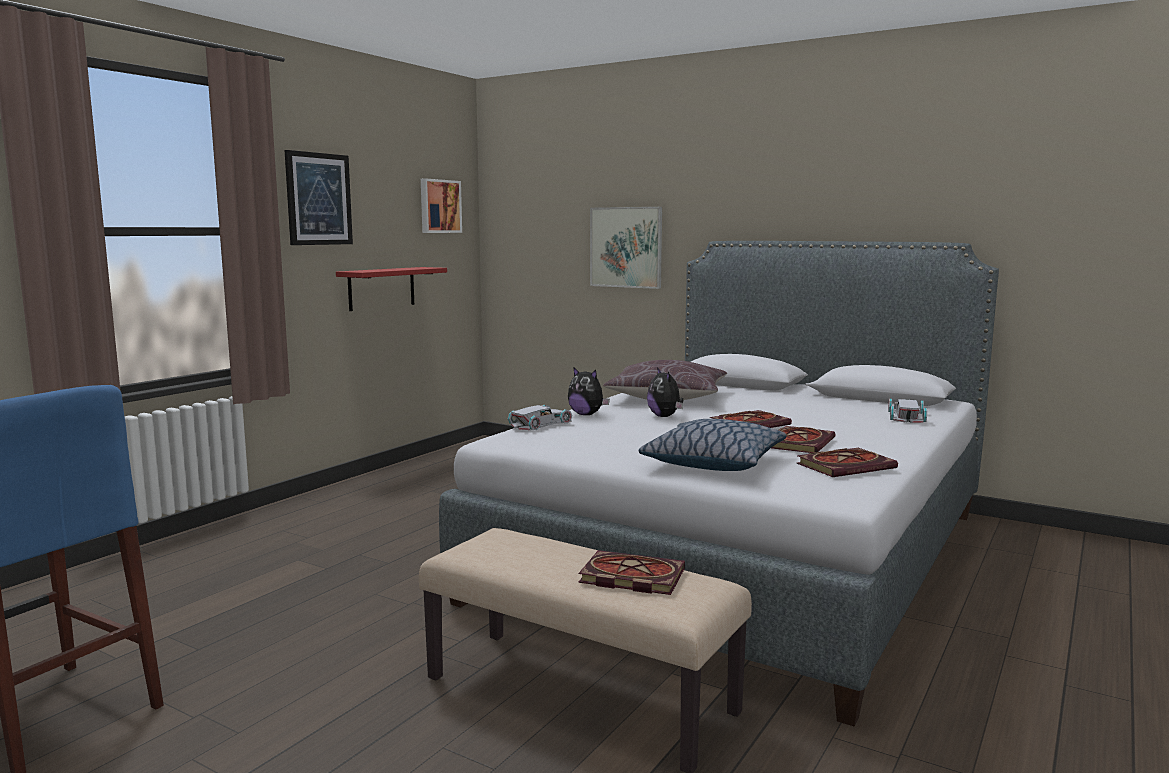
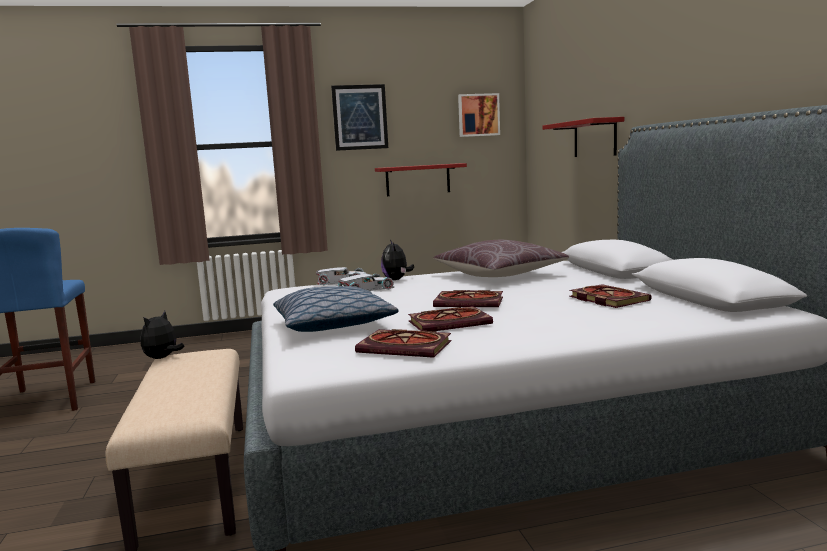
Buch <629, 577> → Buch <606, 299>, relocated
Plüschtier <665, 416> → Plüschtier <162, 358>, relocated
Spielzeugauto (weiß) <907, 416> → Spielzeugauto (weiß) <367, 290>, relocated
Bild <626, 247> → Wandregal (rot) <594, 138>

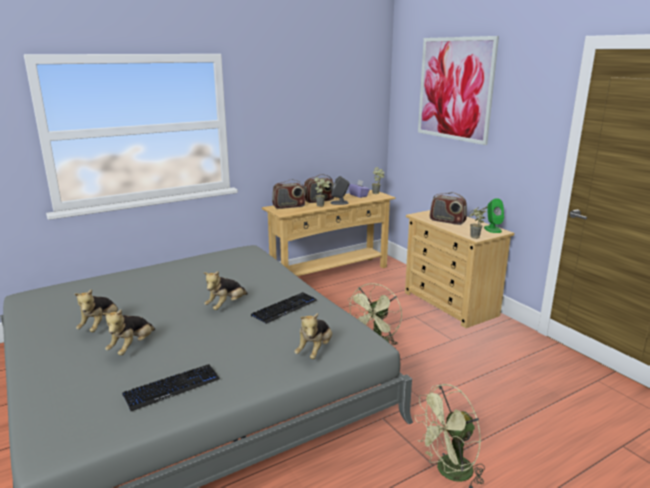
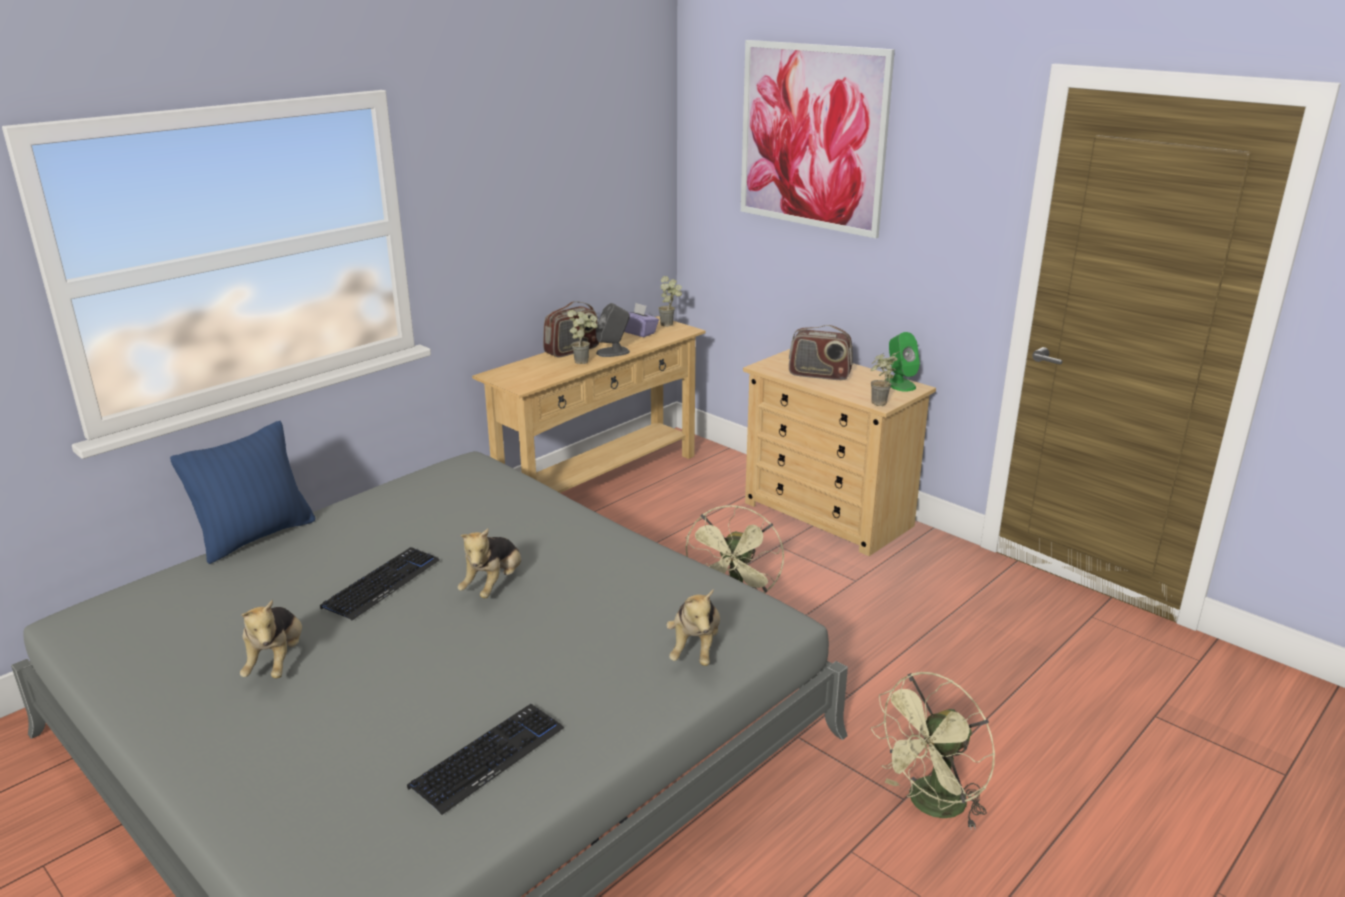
Plüschtier <132, 347> → -
Radio <289, 206> → -
- → Kissen (blau) <256, 536>
Tastatur <285, 308> → Tastatur <382, 584>, relocated

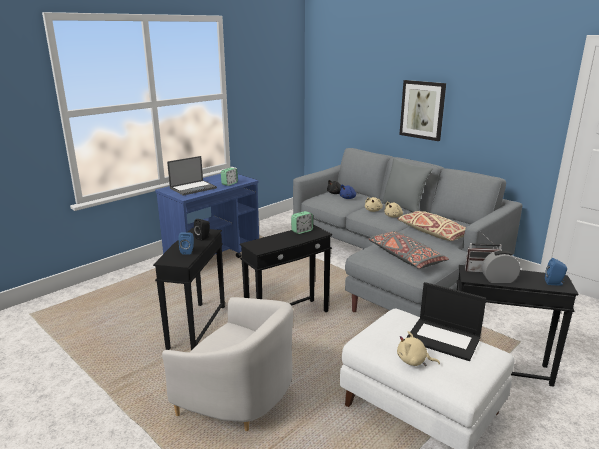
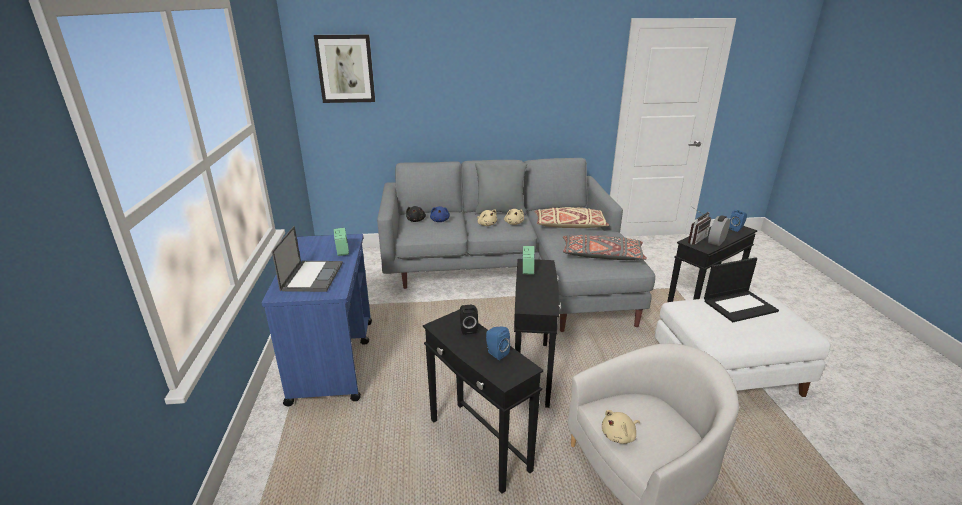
Plüschtier (beige) <414, 361> → Plüschtier (beige) <619, 435>, relocated
Bild <422, 110> → Bild <345, 69>, relocated

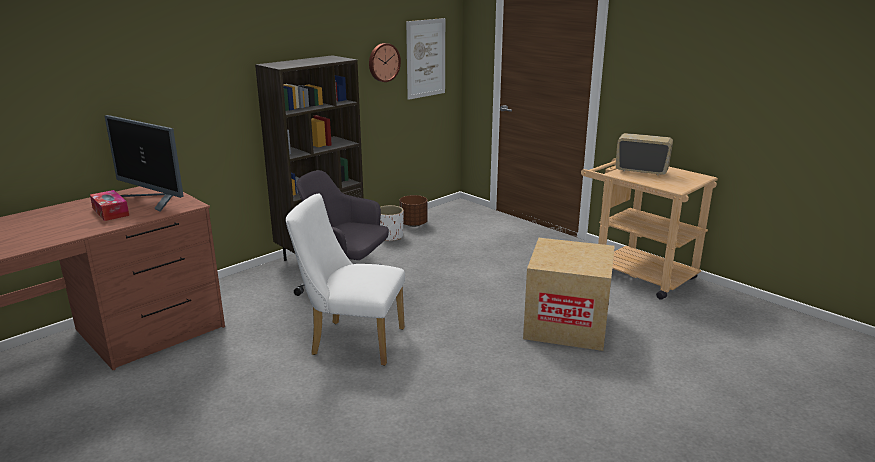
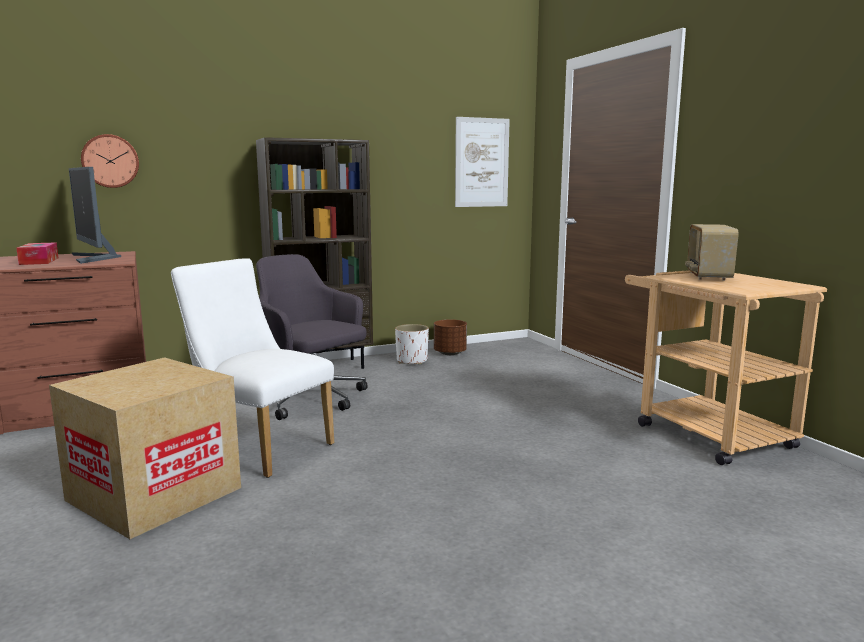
Wanduhr <383, 62> → Wanduhr <110, 161>, relocated
Karton <566, 325> → Karton <154, 494>, relocated
Radio <641, 171> → Radio <707, 276>, 120 degrees counterclockwise

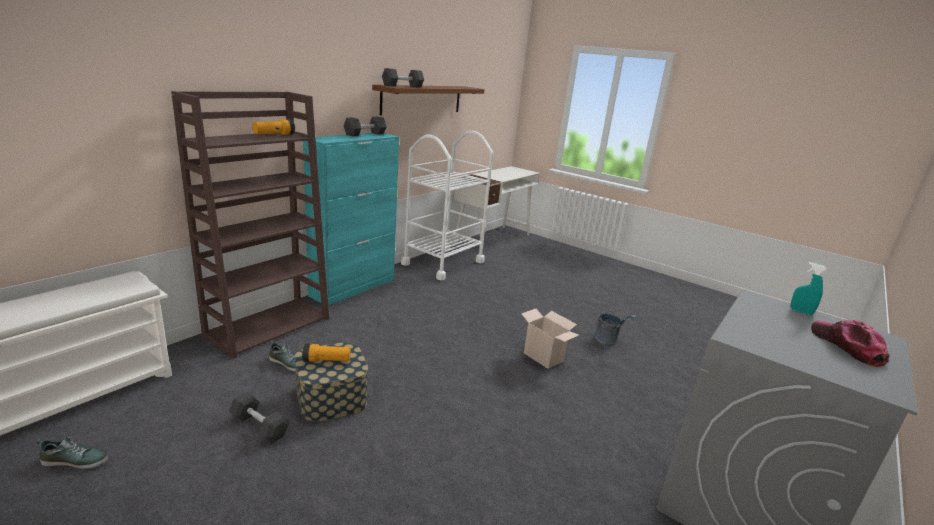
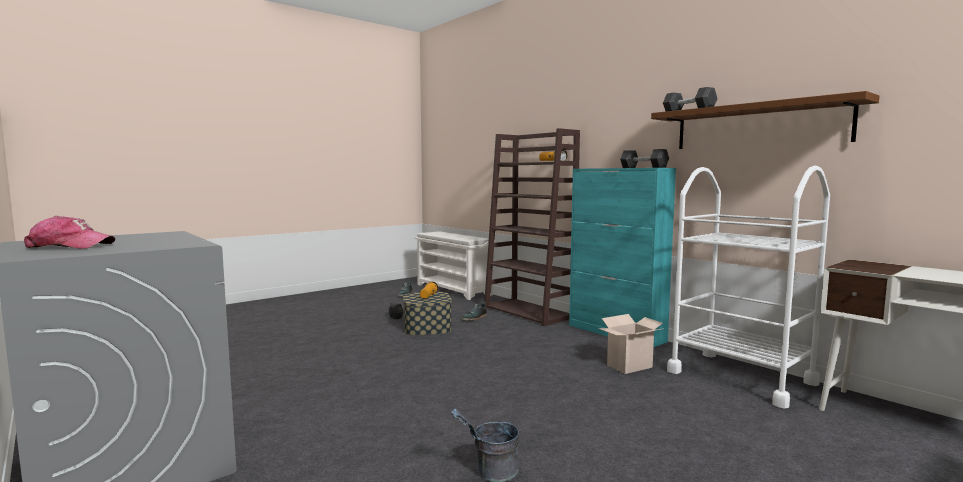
Sprühflasche (türkis) <801, 311> → -
Karton <545, 357> → Karton <629, 367>, relocated

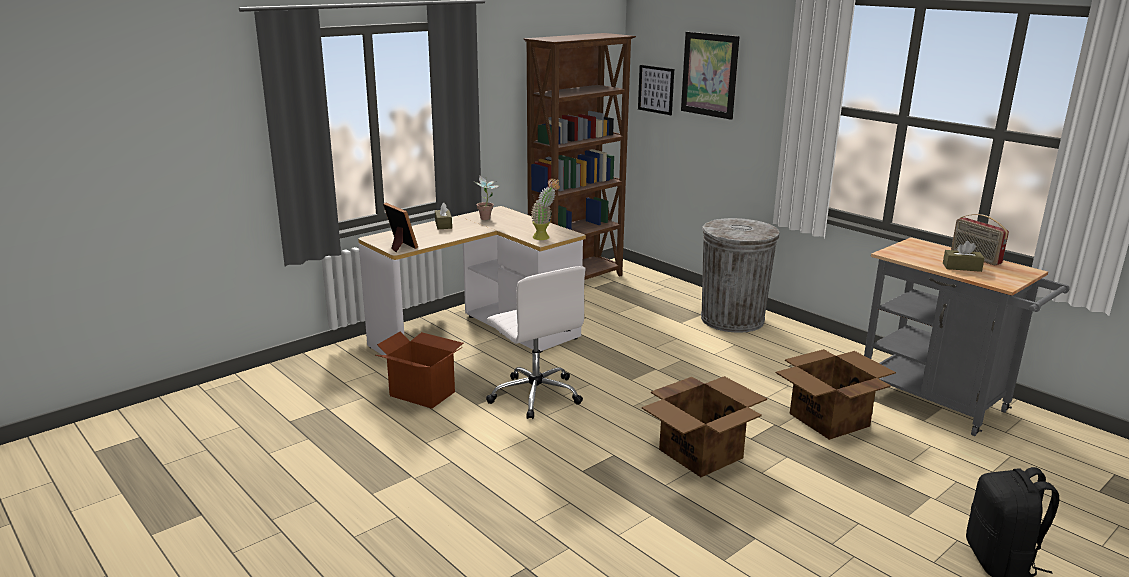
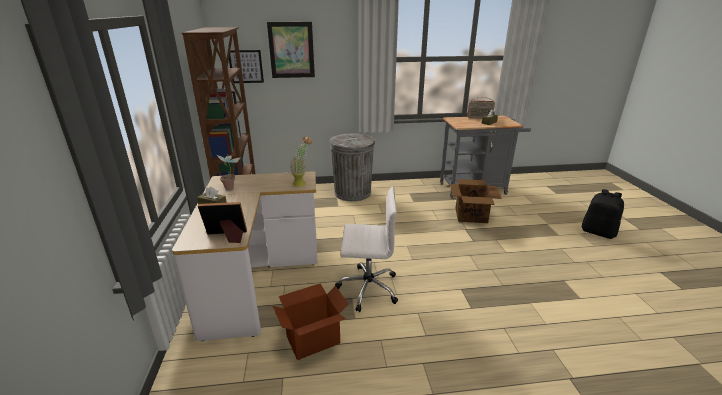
Karton <702, 453> → -

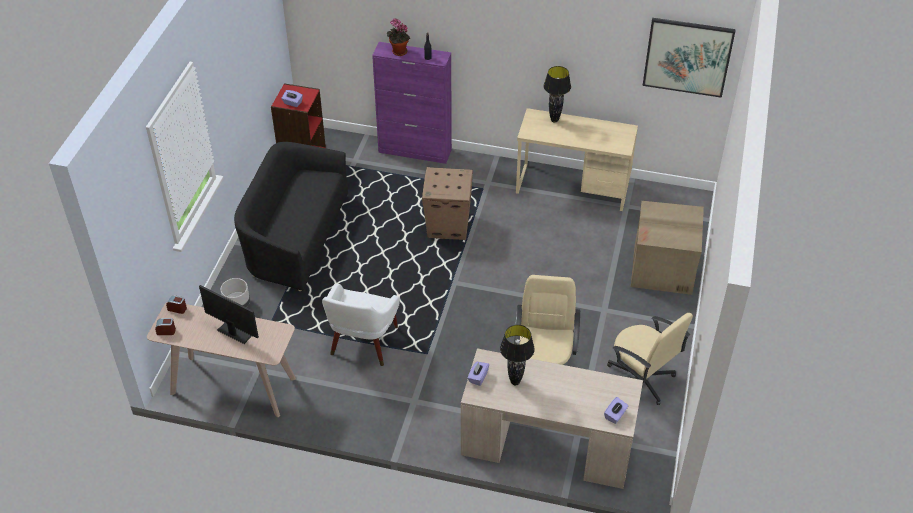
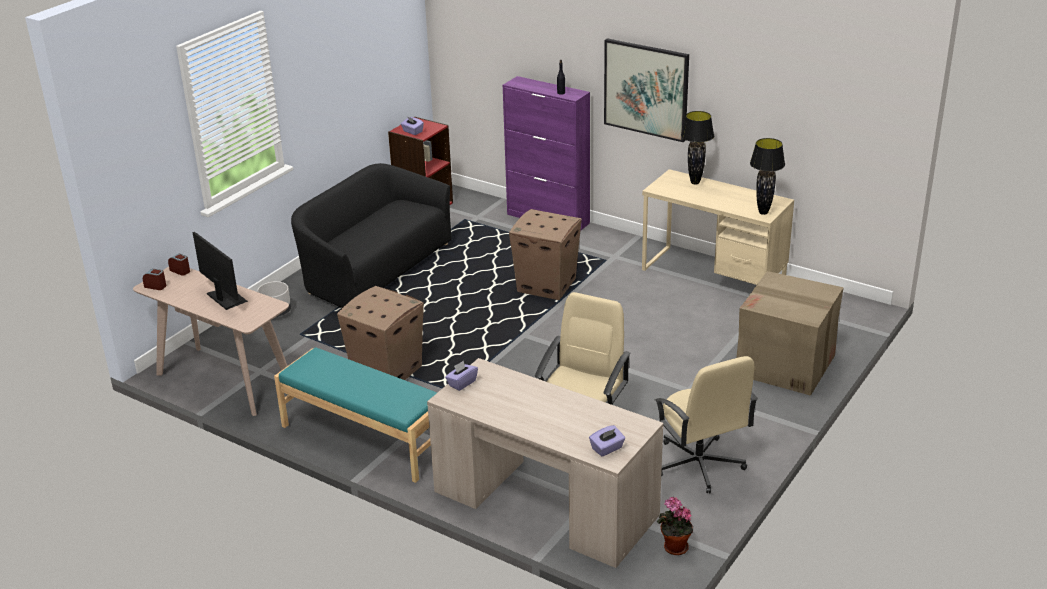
- → Bank (türkis) <364, 439>
Topfpflanze <398, 52> → Topfpflanze <673, 548>, relocated
Tischlampe (schwarz) <515, 382> → Tischlampe (schwarz) <763, 212>, relocated
Bild <687, 57> → Bild <646, 89>, relocated
Sessel (weiß) <362, 345> → Karton <386, 370>

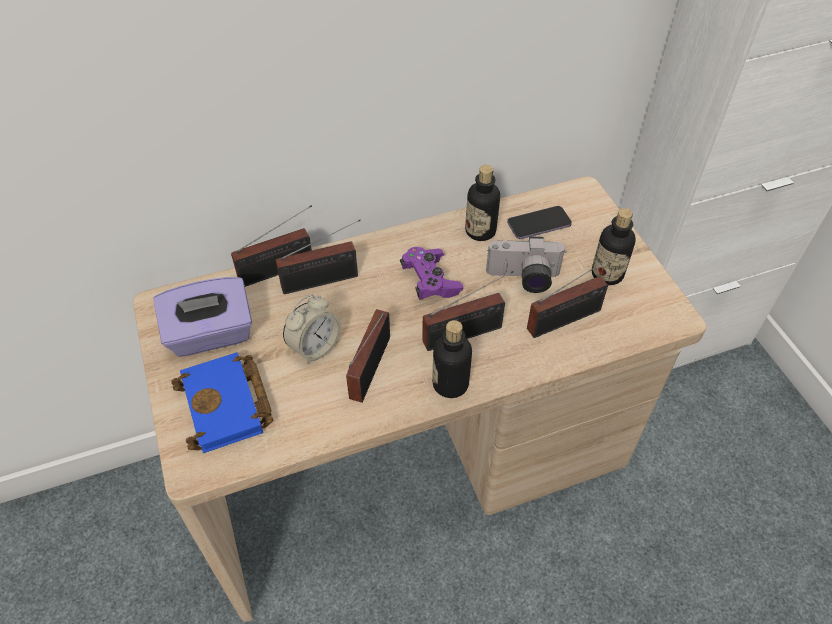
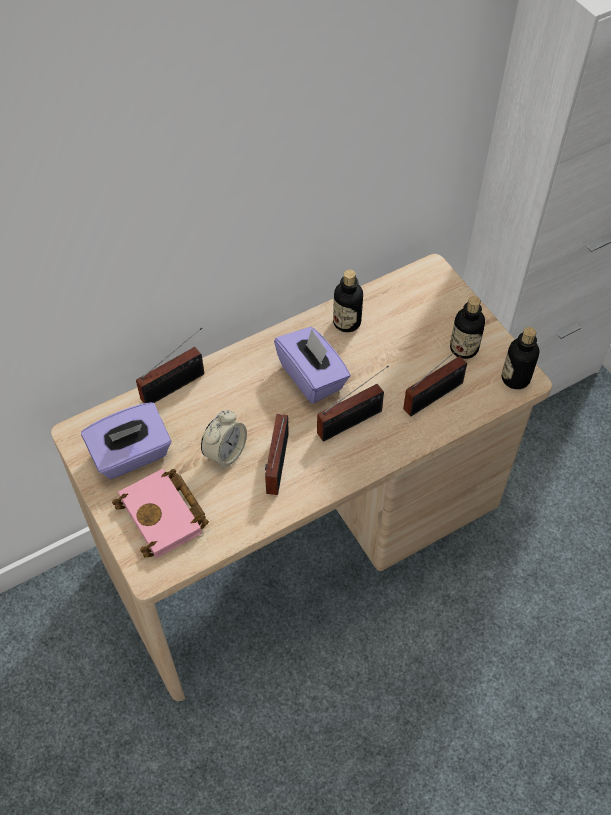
Radio <324, 280> → -
Kamera <523, 279> → -
Handy <539, 224> → -
Flasche <450, 384> → Flasche <515, 378>, relocated
Gamepad (lila) <430, 281> → Taschentuchbox (lila) <312, 377>
Buch (blau) <228, 407> → Buch (rosa) <165, 516>

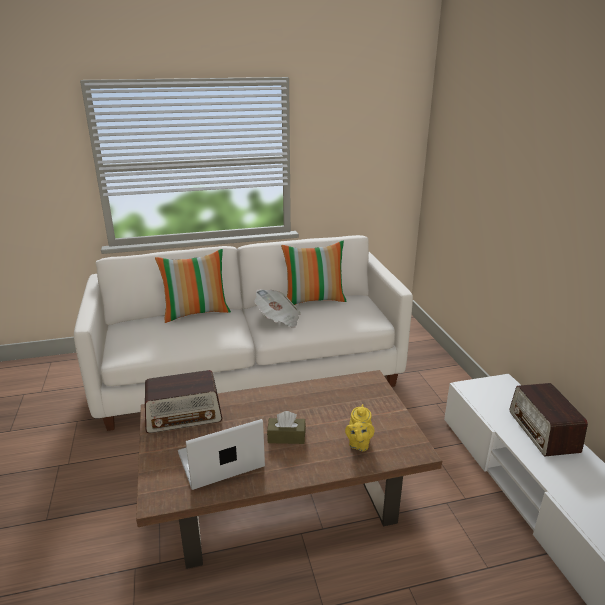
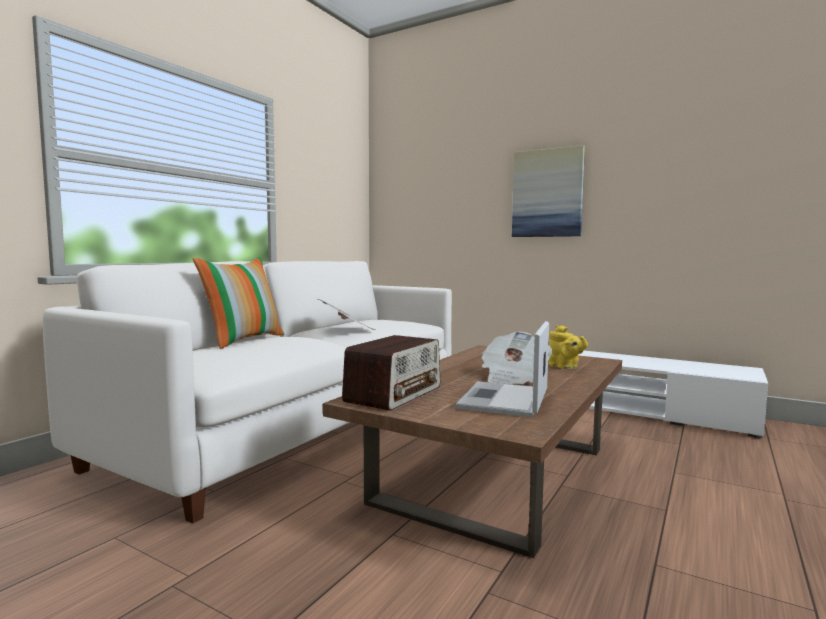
Kissen <314, 300> → -
Radio <543, 432> → -
- → Bild <547, 193>
Taschentuchbox (braun) <286, 437> → Zeitung <513, 378>

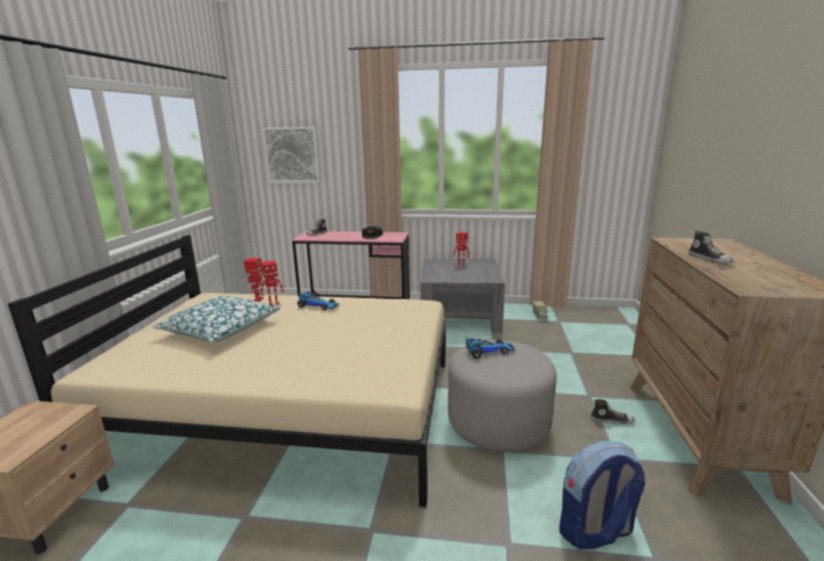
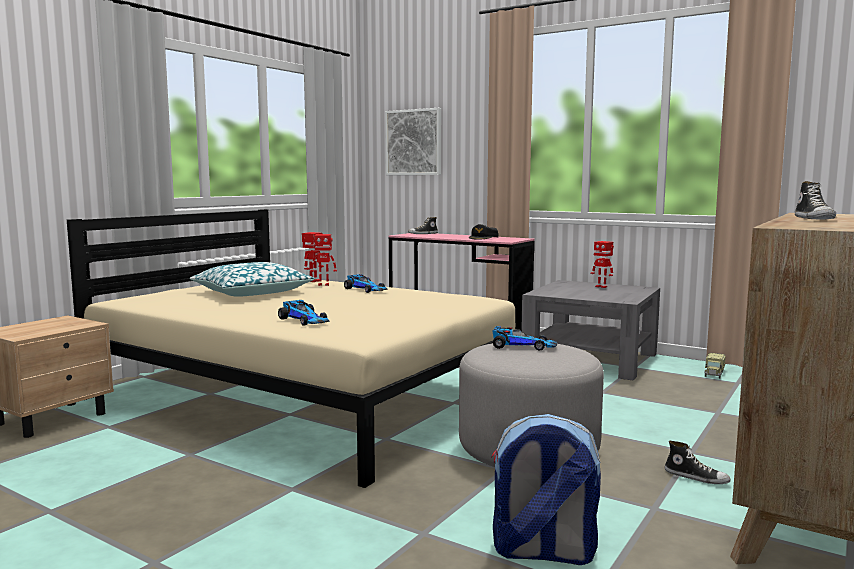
- → Spielzeugauto <306, 320>

